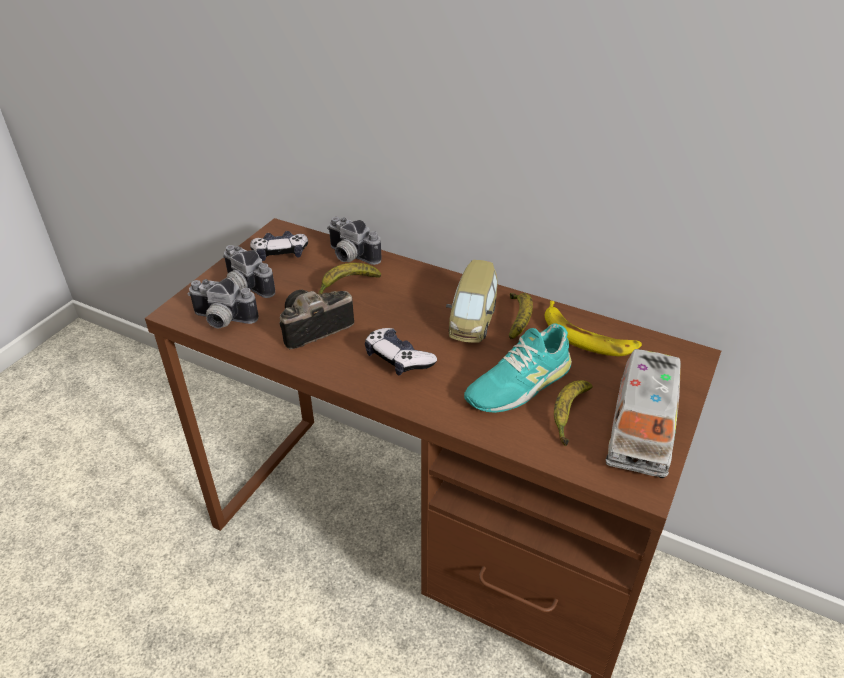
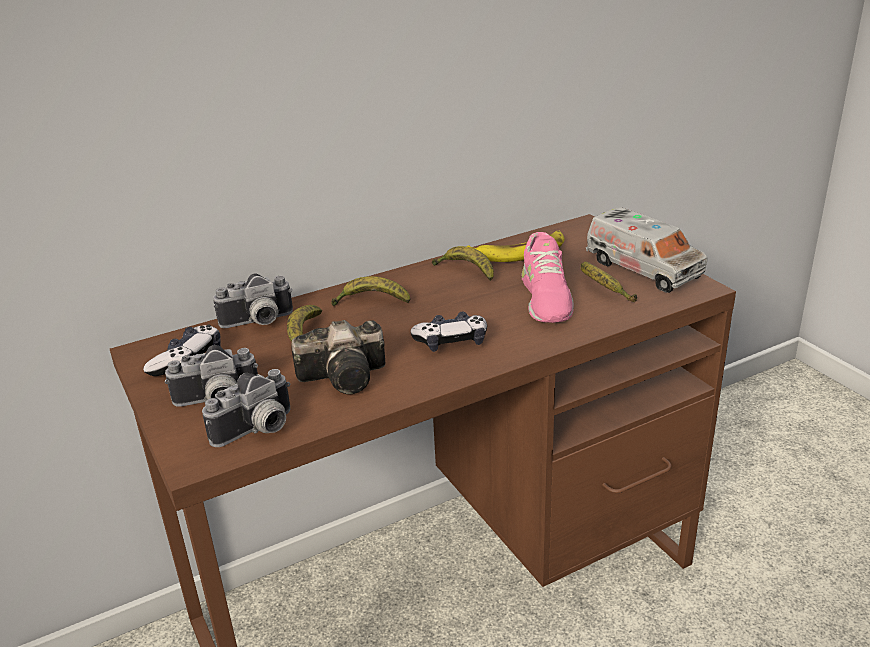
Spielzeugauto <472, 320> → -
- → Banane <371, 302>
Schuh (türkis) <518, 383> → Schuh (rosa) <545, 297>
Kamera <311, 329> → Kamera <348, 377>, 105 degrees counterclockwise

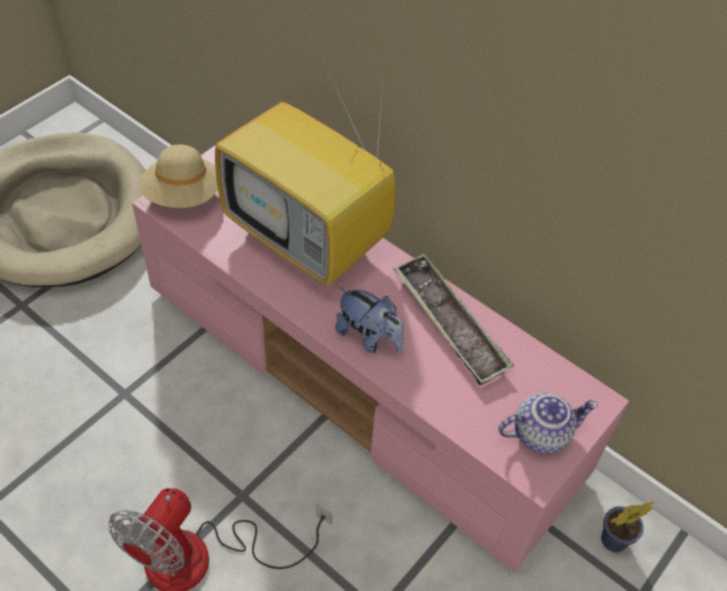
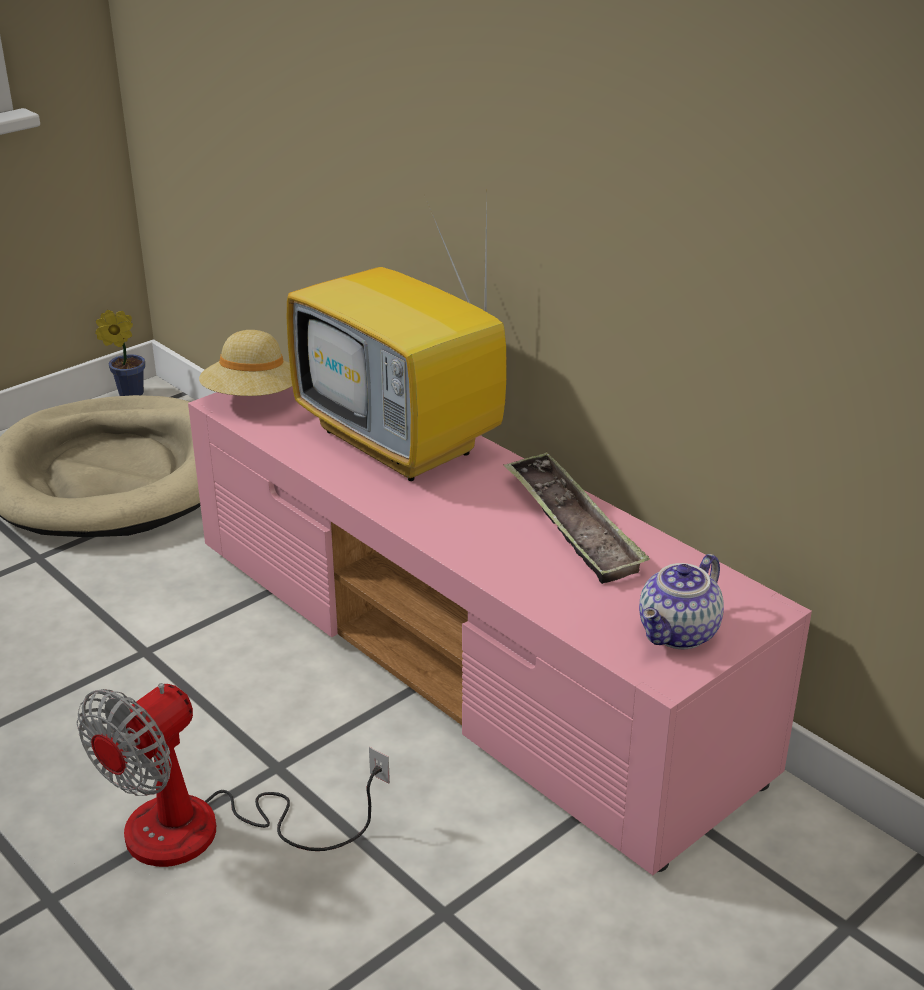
Plüschtier <369, 337> → -
Topfpflanze <610, 541> → Topfpflanze <127, 394>, relocated
Teekanne <541, 433> → Teekanne <679, 634>, 135 degrees clockwise

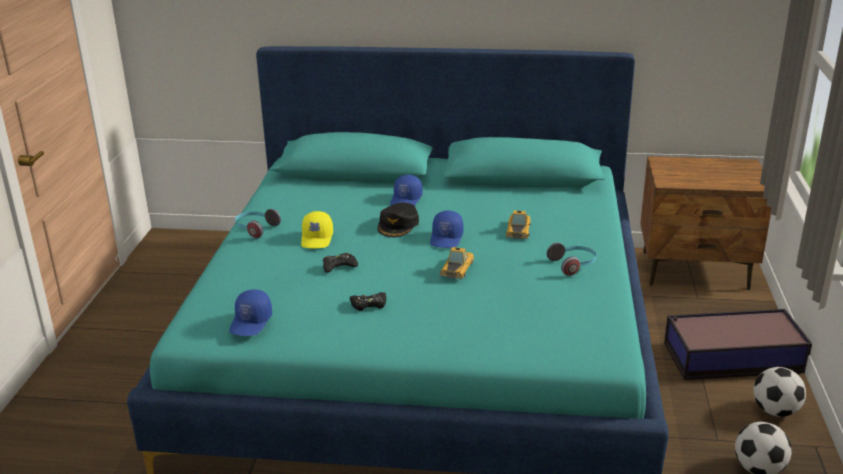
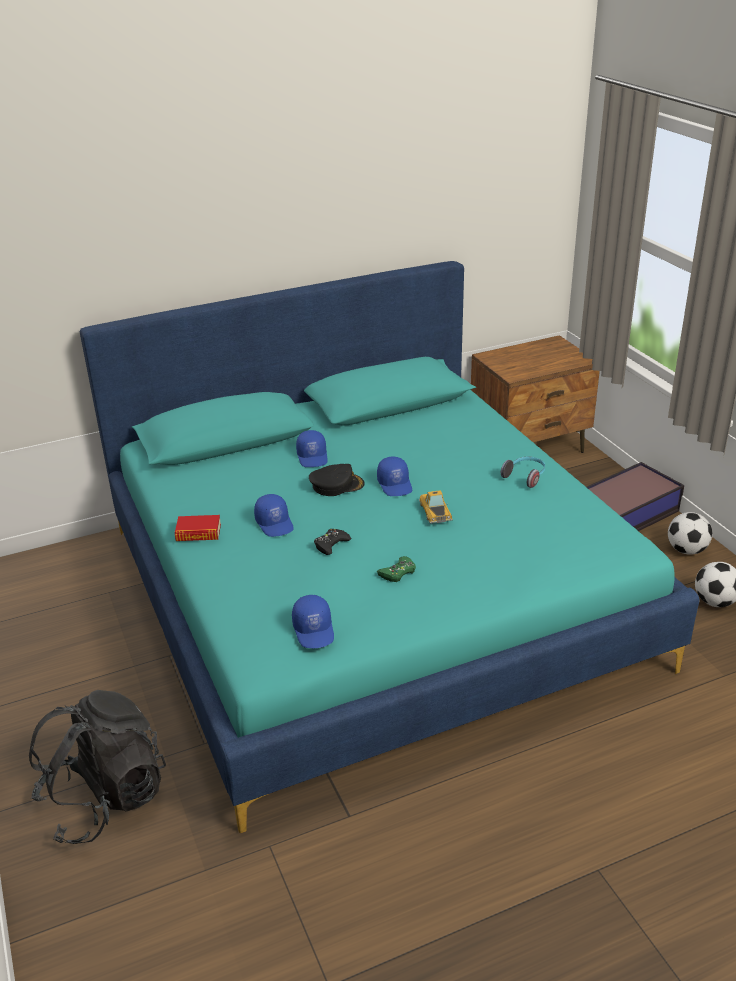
Spielzeugauto <518, 229> → -
- → Rucksack (schwarz) <105, 799>
Kopfhörer <255, 229> → Buch <198, 533>
Kappe (gelb) <317, 239> → Kappe (blau) <275, 523>
Gamepad (schwarz) <369, 304> → Gamepad (grün) <398, 572>
Kappe (schwarz) <398, 225> → Kappe (schwarz) <336, 485>, 90 degrees counterclockwise

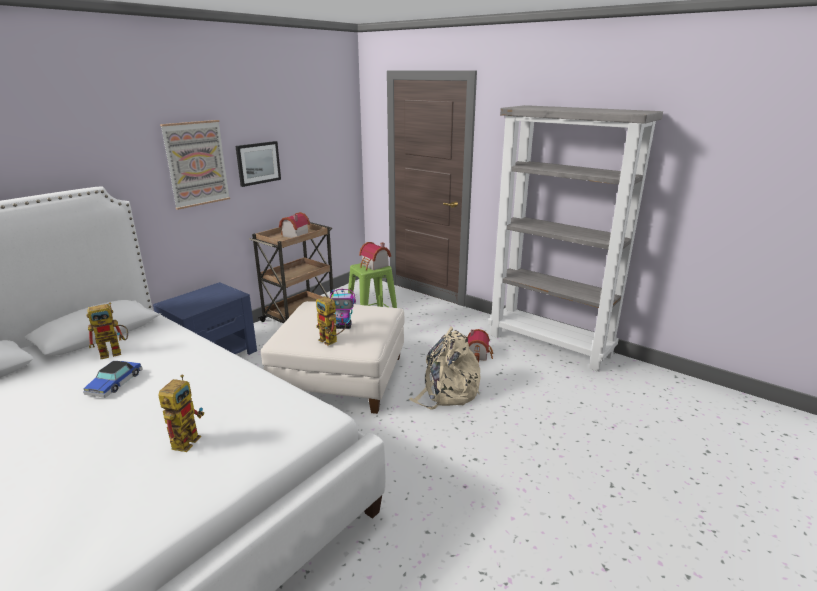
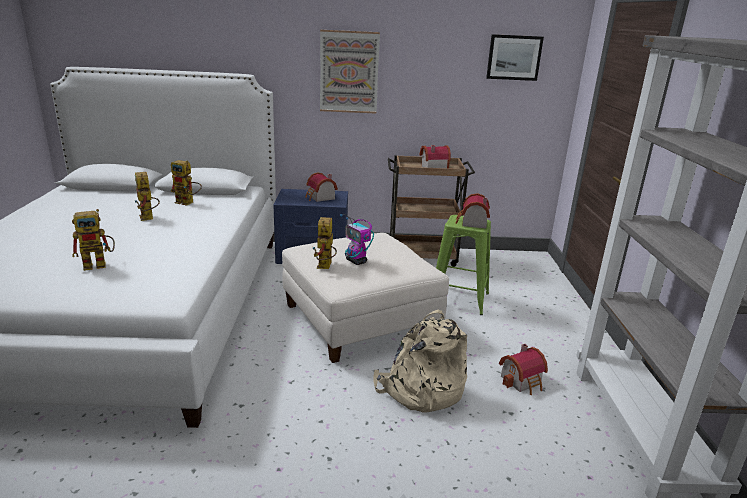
- → Spielzeughaus <320, 198>
Bild <258, 163> → Bild <514, 57>, relocated
Spielzeugauto <115, 383> → Spielzeugroboter <148, 218>

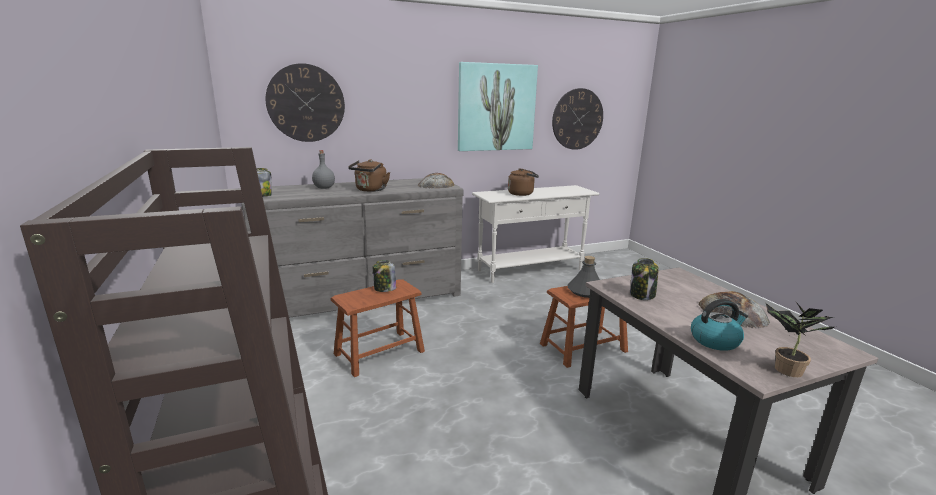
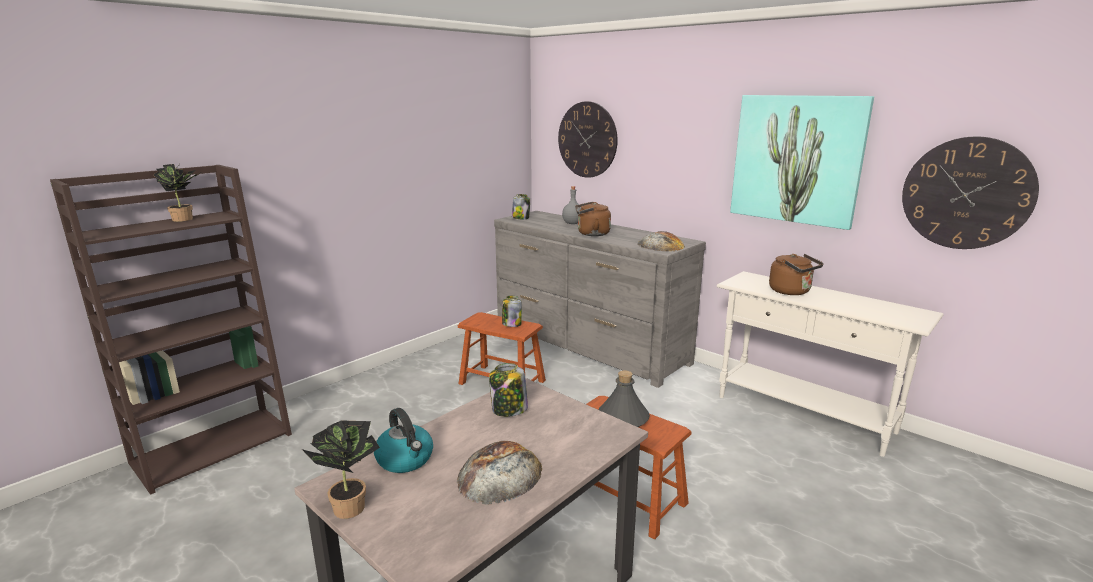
- → Topfpflanze <186, 219>

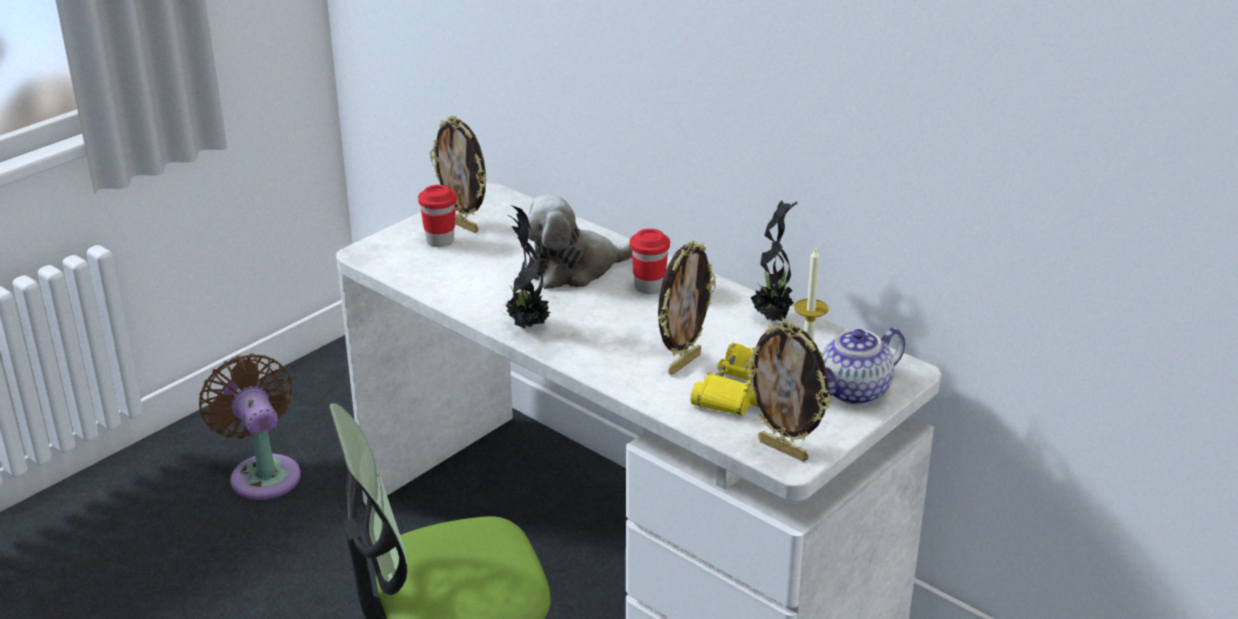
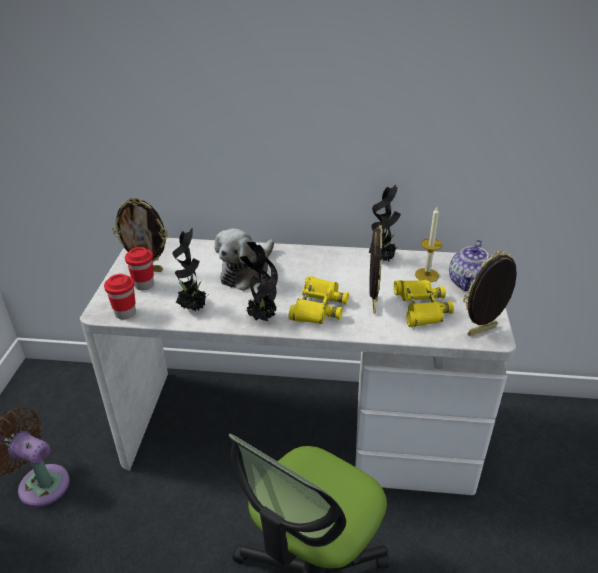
- → Topfpflanze <194, 308>
- → Fernglas (gelb) <318, 306>
Tasse (rot) <649, 287> → Tasse (rot) <125, 313>, relocated
Bilderrahmen <784, 450> → Bilderrahmen <482, 332>, 150 degrees clockwise

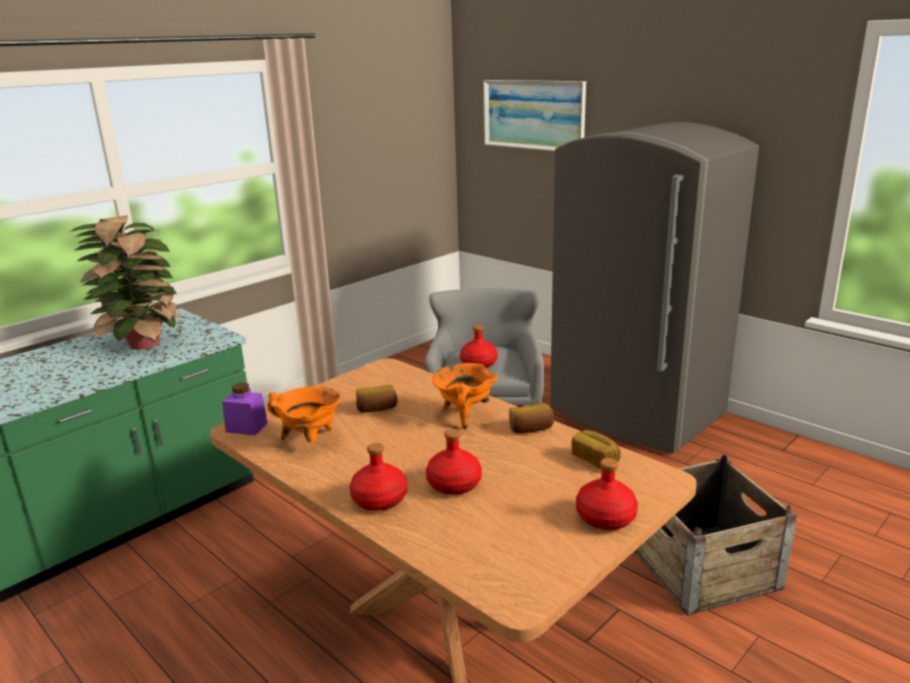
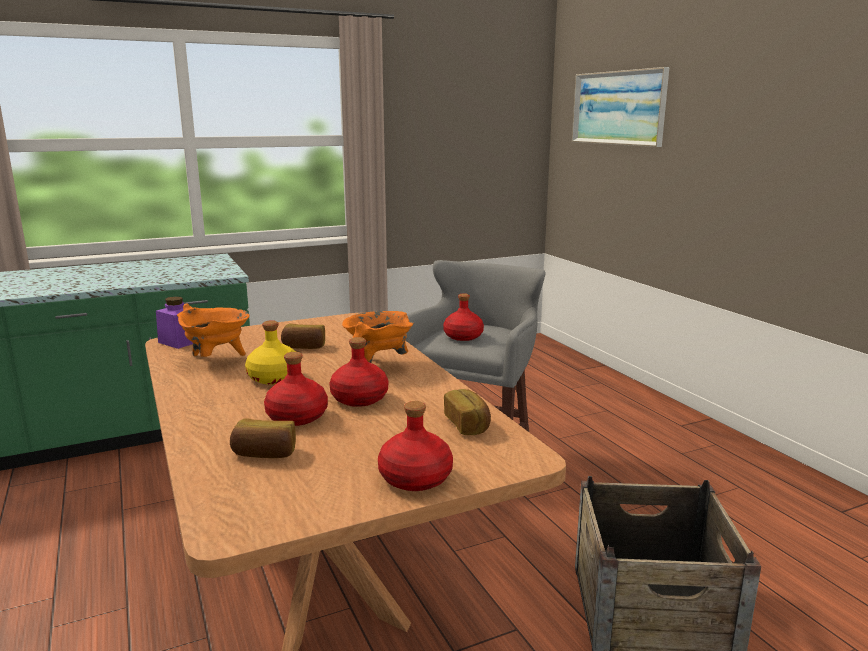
Topfpflanze <143, 343> → -
Kühlschrank (grau) <636, 413> → -
- → Flasche (gelb) <273, 378>
Flasche (rot) <379, 499> → Flasche (rot) <359, 398>, relocated
Brot <531, 429> → Brot <264, 454>, relocated

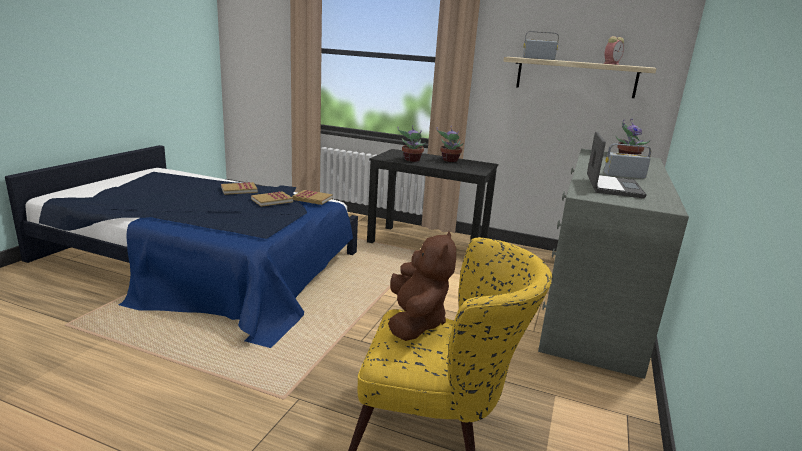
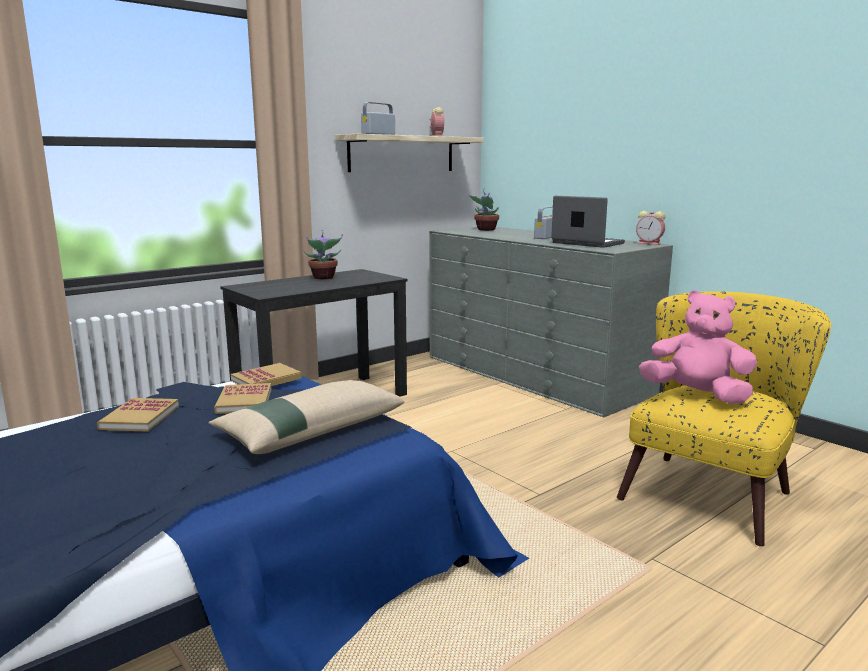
Topfpflanze <411, 160> → -
- → Kissen (beige) <310, 430>
- → Wecker <650, 243>
Plüschtier (braun) <415, 322> → Plüschtier (rosa) <696, 395>

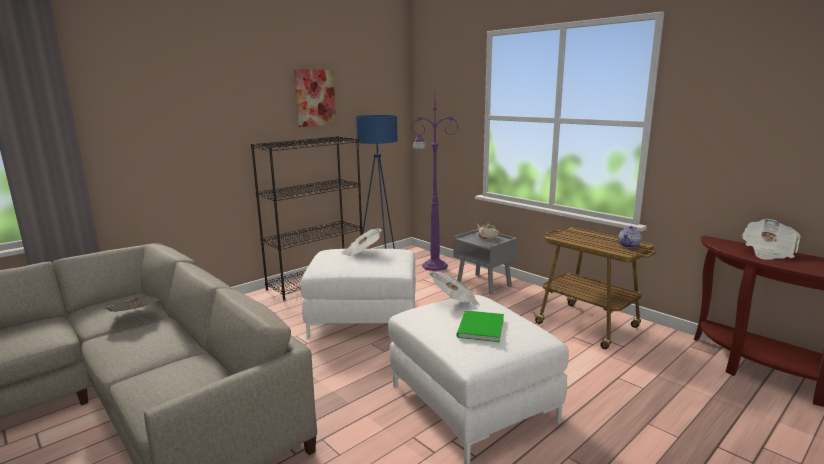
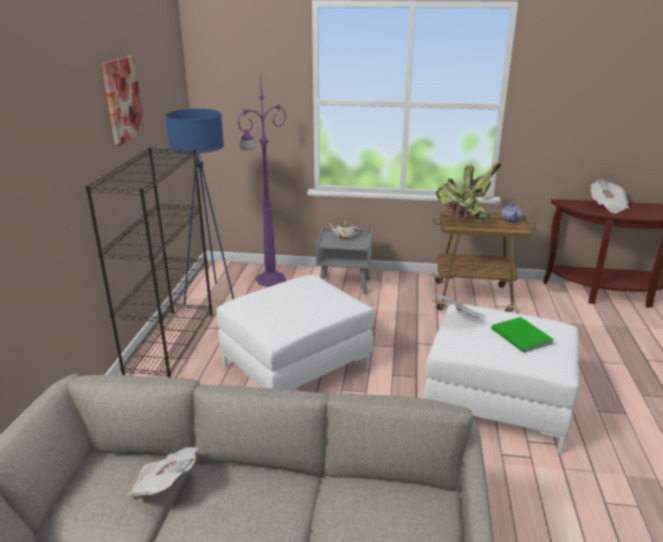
Zeitung <361, 253> → -
- → Topfpflanze <465, 222>

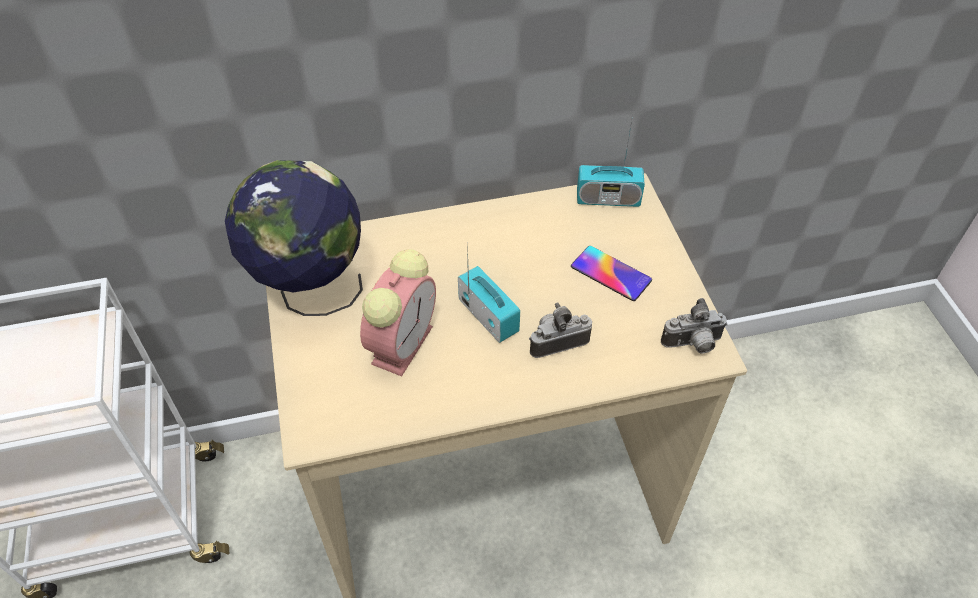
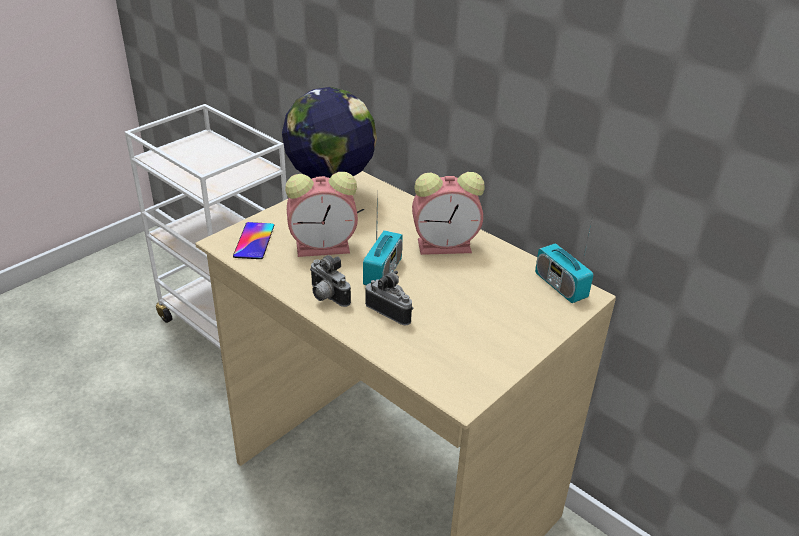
- → Wecker <446, 245>
Handy <611, 273> → Handy <254, 241>, relocated
Kamera <692, 344> → Kamera <326, 297>, relocated

